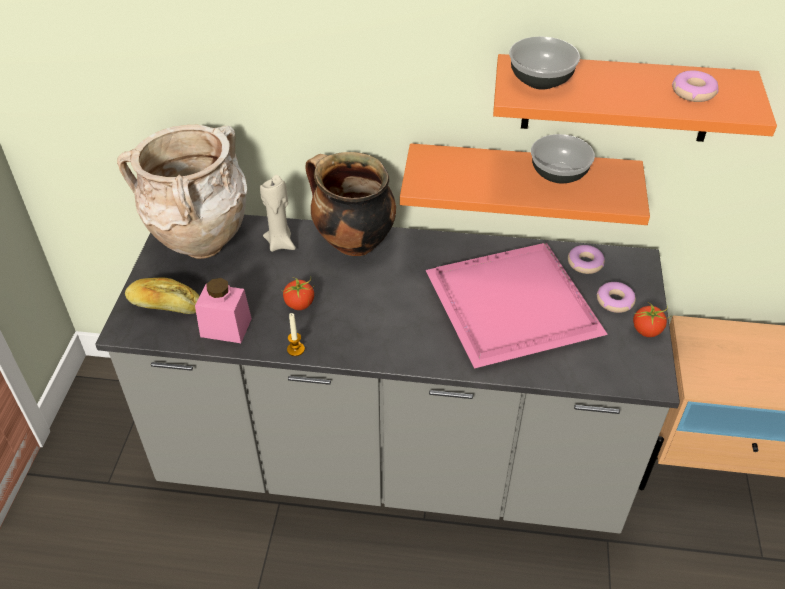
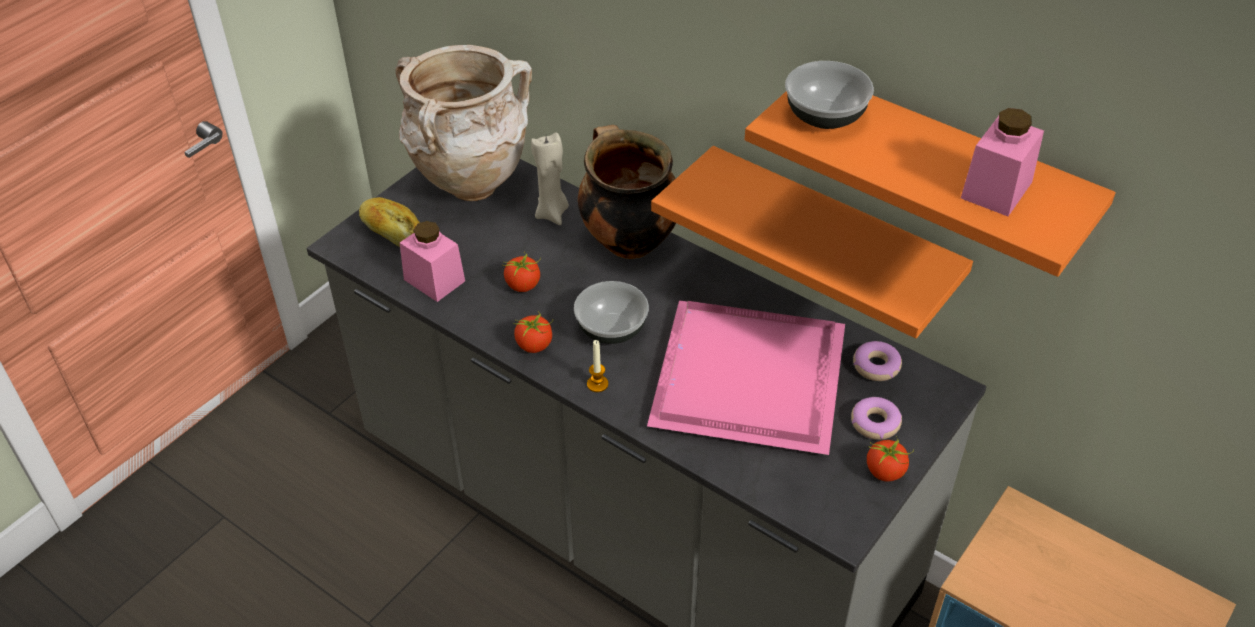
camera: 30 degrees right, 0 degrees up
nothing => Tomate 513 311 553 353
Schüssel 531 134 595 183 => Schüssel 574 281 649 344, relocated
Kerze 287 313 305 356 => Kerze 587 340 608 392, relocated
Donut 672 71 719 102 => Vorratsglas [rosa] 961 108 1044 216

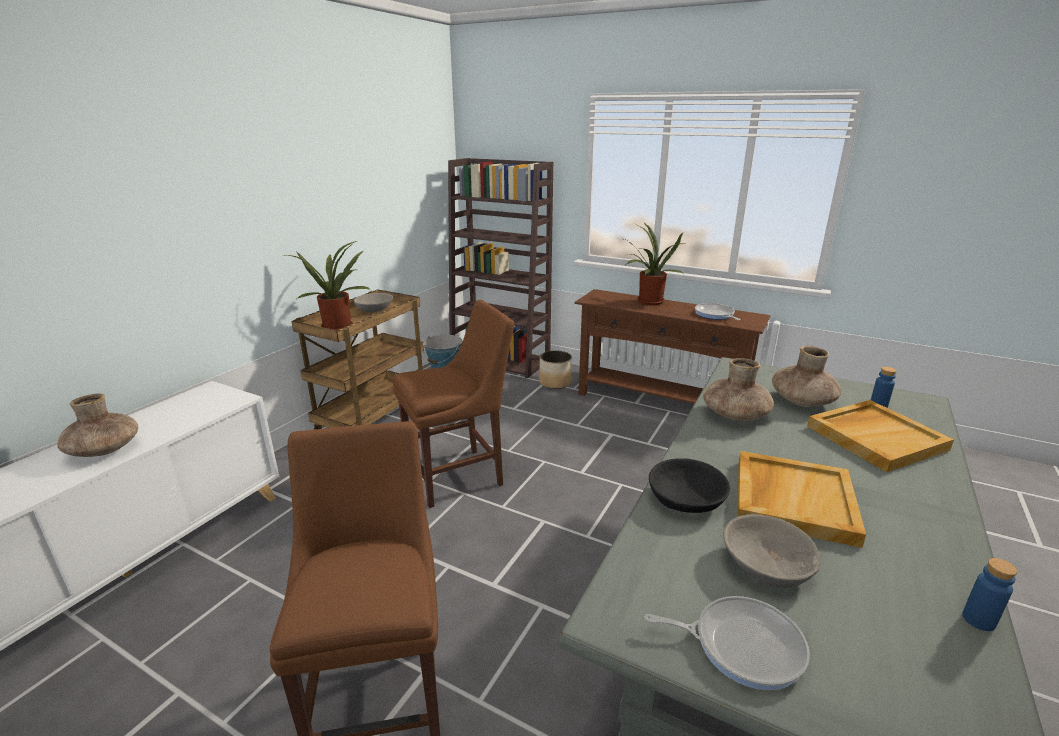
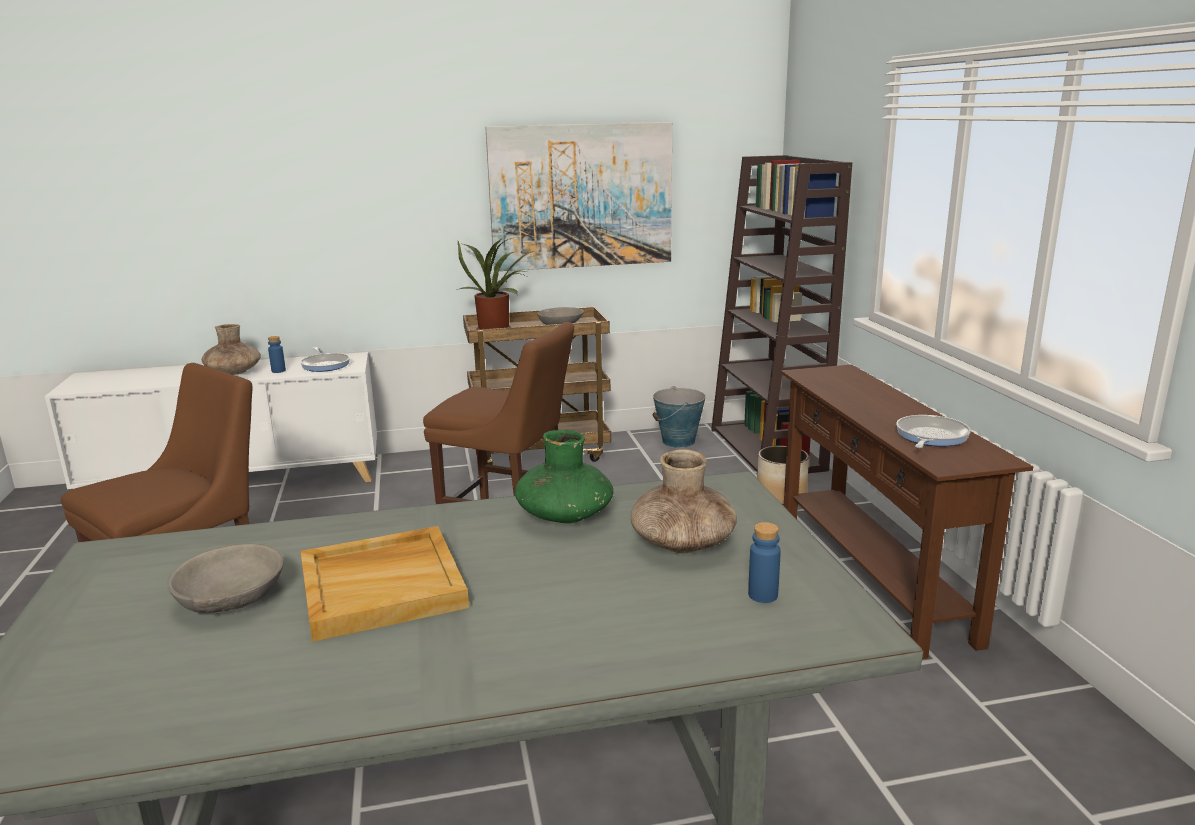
camera: 50 degrees right, 5 degrees down
Flasche [blau] 962 558 1018 631 => Flasche [blau] 268 336 286 373, relocated
Pfanne 644 596 810 690 => Pfanne 300 347 350 372, relocated
nothing => Bild 485 122 672 271
Vase [braun] 703 358 774 421 => Vase [grün] 515 430 614 524
Topfpflanze 624 223 684 305 => nothing
Schüssel [schwarz] 649 458 730 513 => nothing
Tablett [beige] 807 400 954 472 => nothing

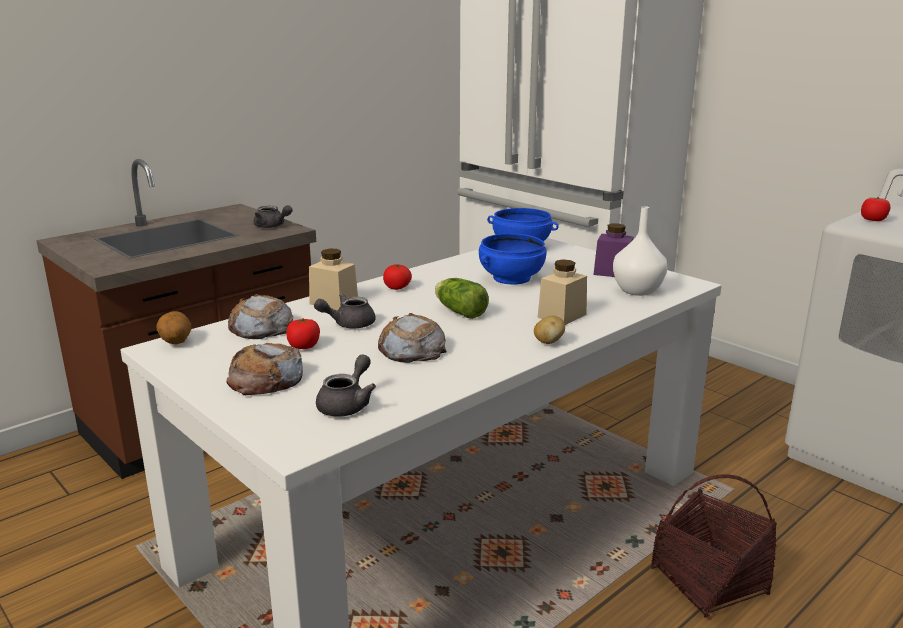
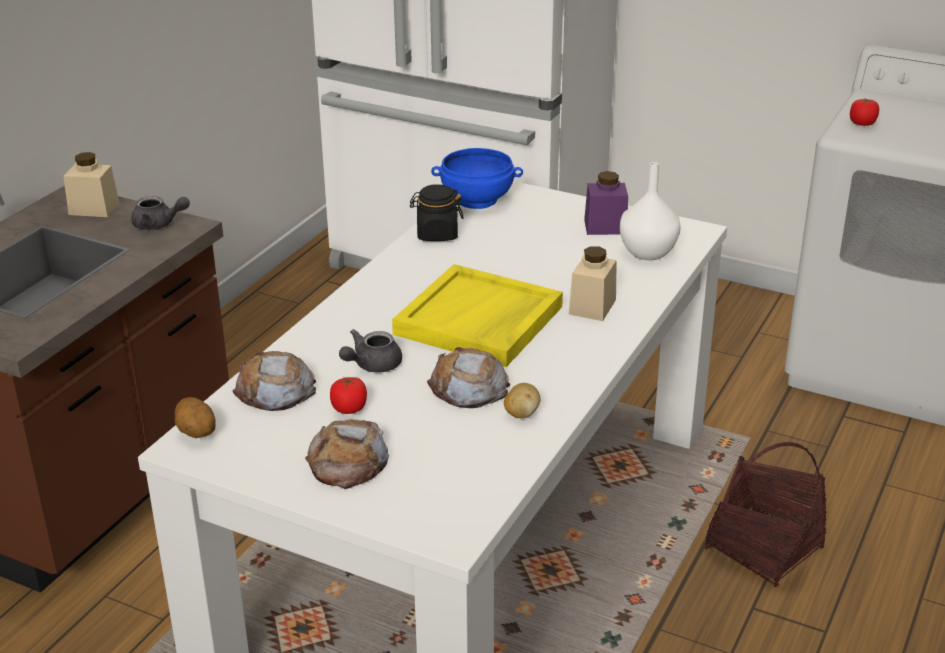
camera: 20 degrees left, 10 degrees up
Vorratsglas [beige] 309 249 358 310 => Vorratsglas [beige] 64 152 119 217, relocated
Salatkopf 435 278 489 319 => Tablett [gelb] 392 264 563 367
nothing => Vorratsglas [schwarz] 410 184 464 241
Kartoffel 534 315 565 344 => Kartoffel 504 383 540 418, relocated
Teekanne [grau] 316 355 376 417 => nothing
Tomate 383 264 412 290 => nothing
Schüssel [blau] 479 233 547 285 => nothing

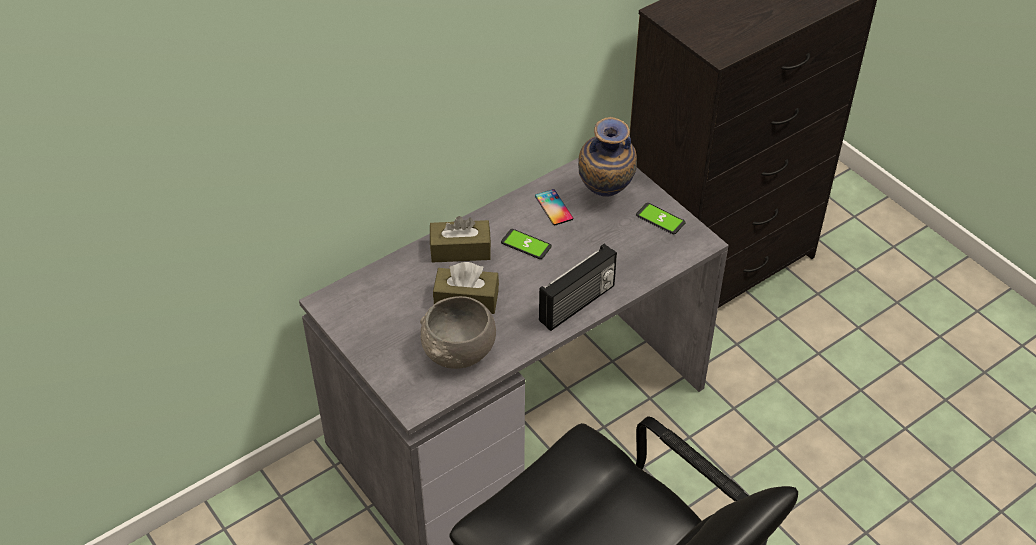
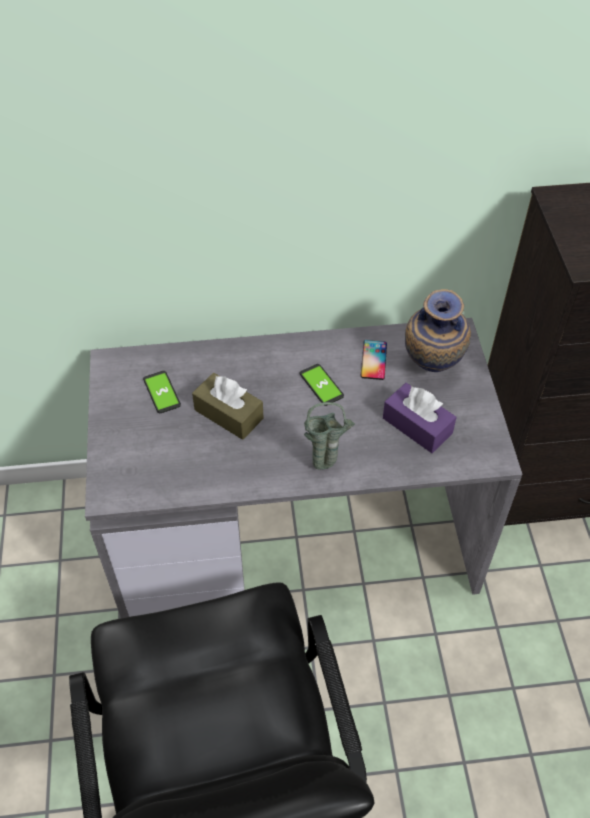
camera: 30 degrees right, 5 degrees up
Handy 636 203 686 234 => Handy 143 371 181 413, relocated
Radio 539 244 617 331 => Vase [grün] 304 402 355 470
nothing => Taschentuchbox [lila] 383 383 456 453
Schüssel [grau] 420 296 496 369 => nothing
Taschentuchbox [braun] 430 216 491 263 => nothing

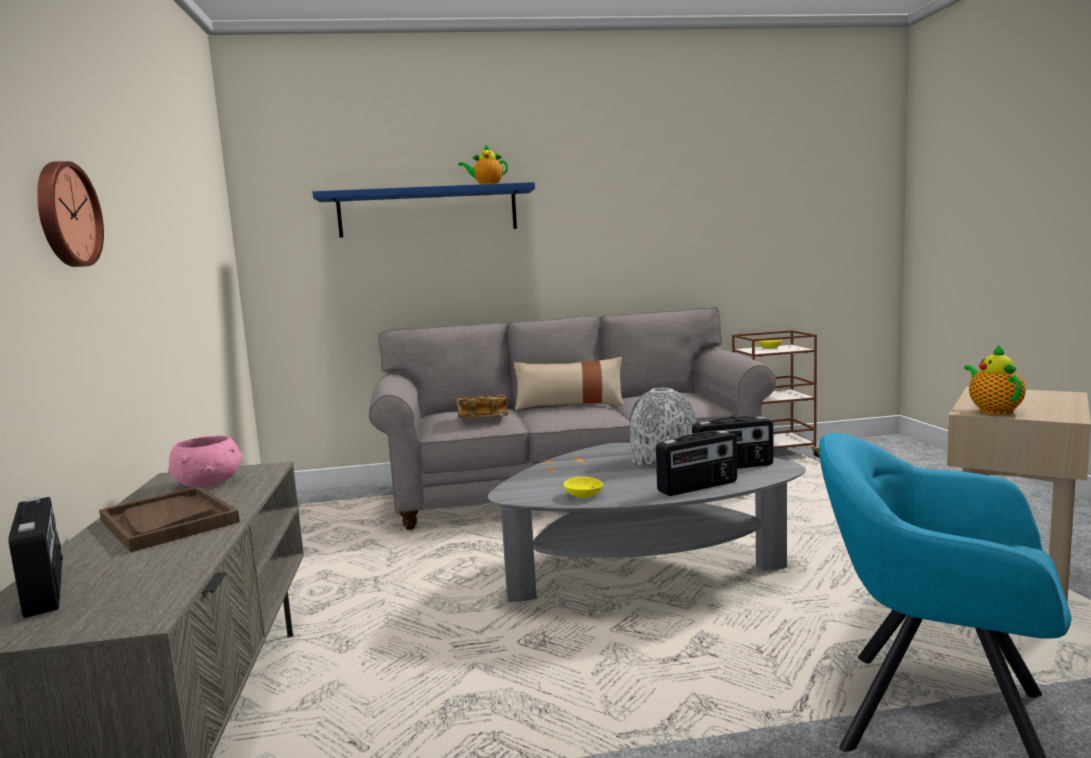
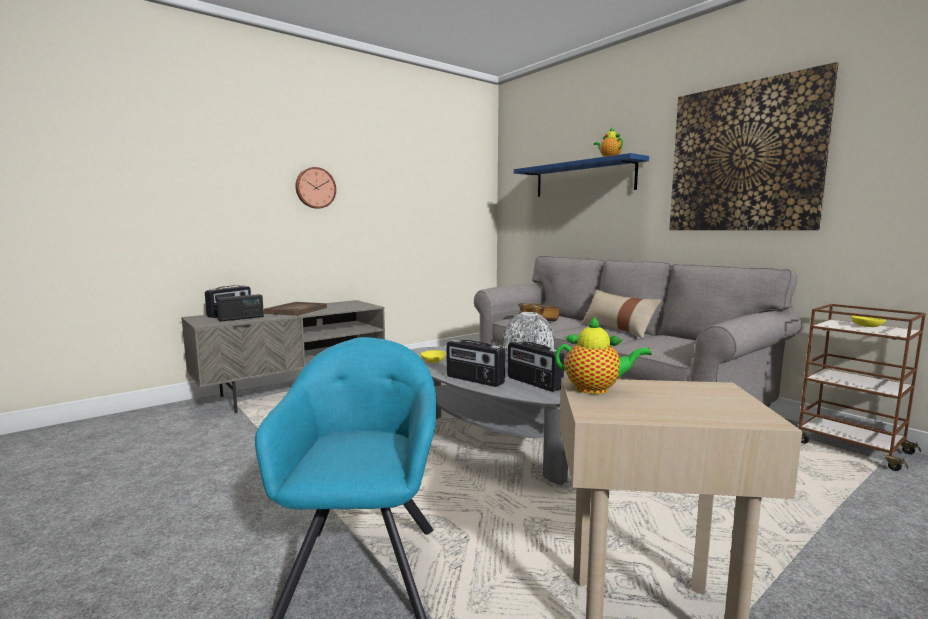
camera: 60 degrees right, 0 degrees up
nothing => Radio 216 294 264 322
Teekanne 964 344 1026 415 => Teekanne 555 316 652 394, 45 degrees clockwise
nothing => Bild 669 62 839 230
Schüssel [rosa] 168 435 243 487 => nothing

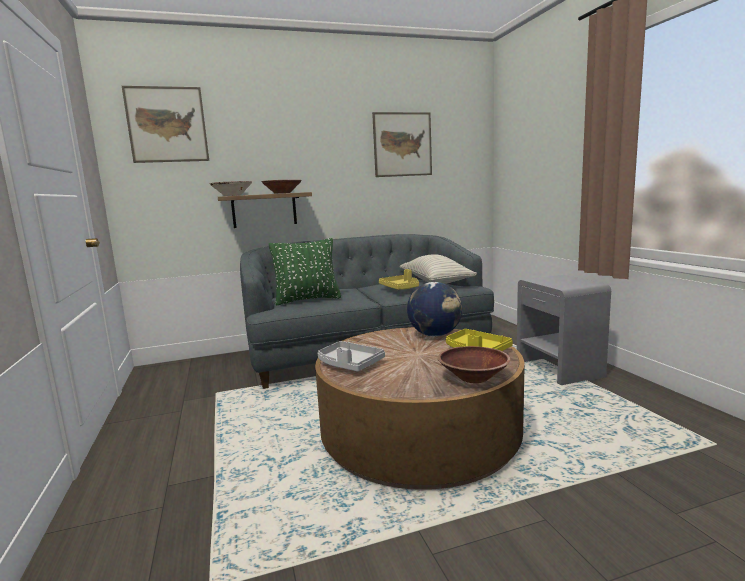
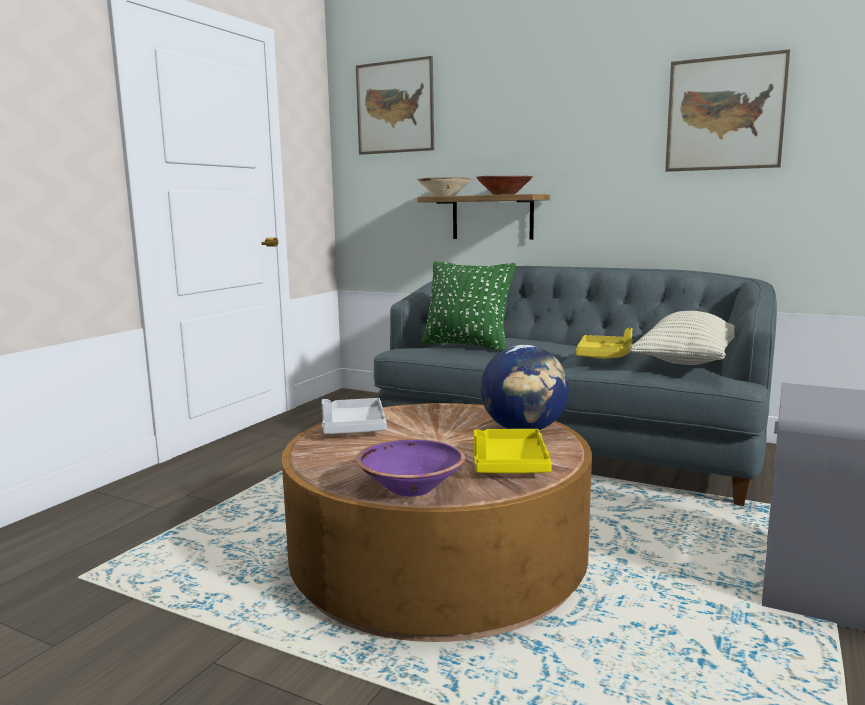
camera: 45 degrees right, 0 degrees up
Schüssel [braun] 438 346 511 383 => Schüssel [lila] 356 439 466 497

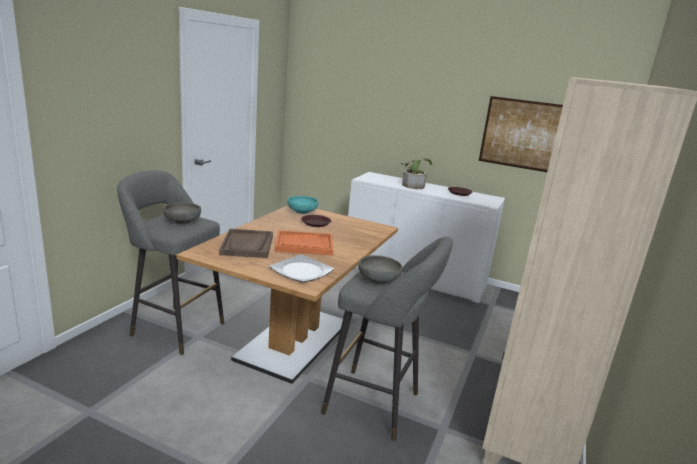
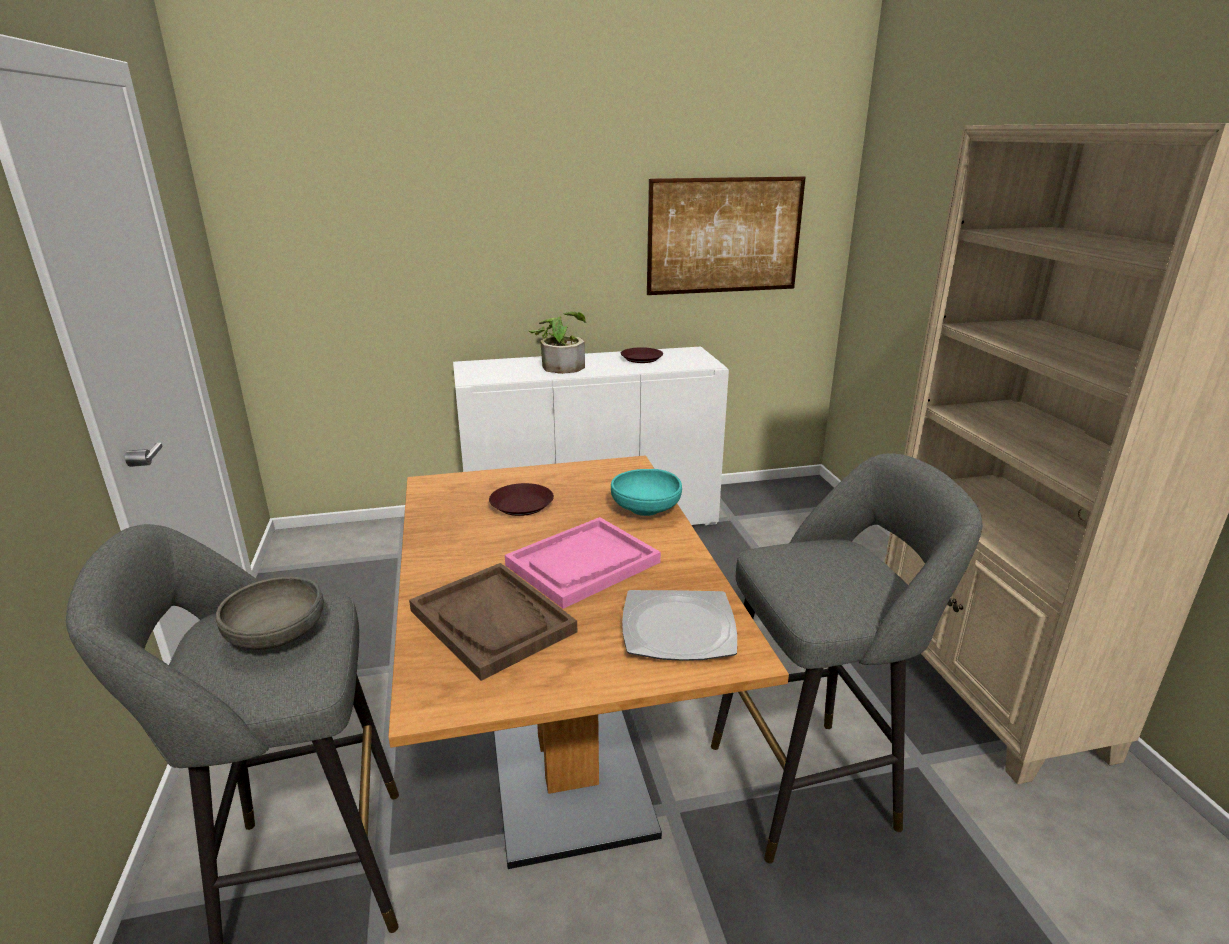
camera: 35 degrees left, 5 degrees up
Tablett [orange] 275 230 333 255 => Tablett [rosa] 505 517 661 609
Schüssel [türkis] 288 196 318 214 => Schüssel [türkis] 611 469 682 516, relocated
Schüssel [grau] 358 255 403 284 => nothing

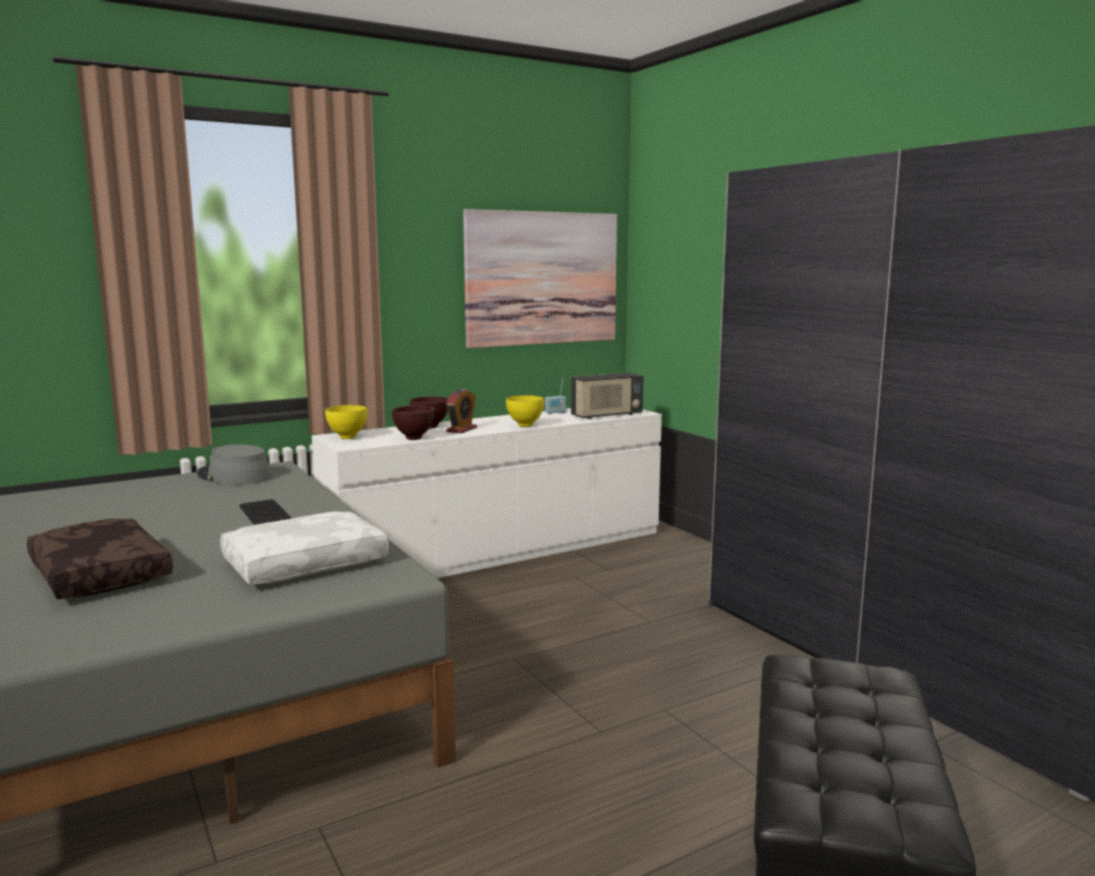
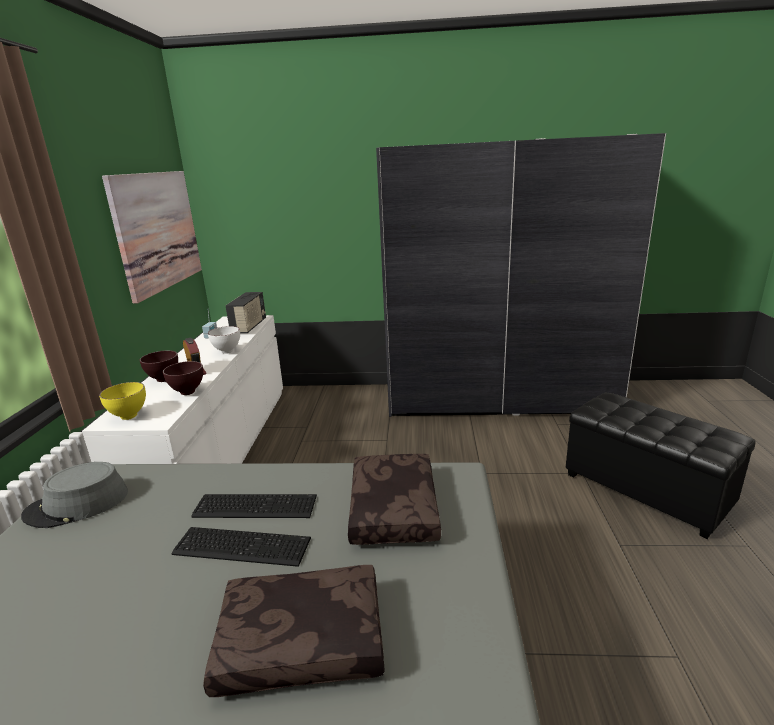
camera: 55 degrees left, 10 degrees up
nothing => Tastatur 172 527 311 567
Schüssel [gelb] 506 395 544 427 => Schüssel [weiß] 208 326 240 354
Kissen [weiß] 220 511 388 585 => Kissen [braun] 348 454 441 545

